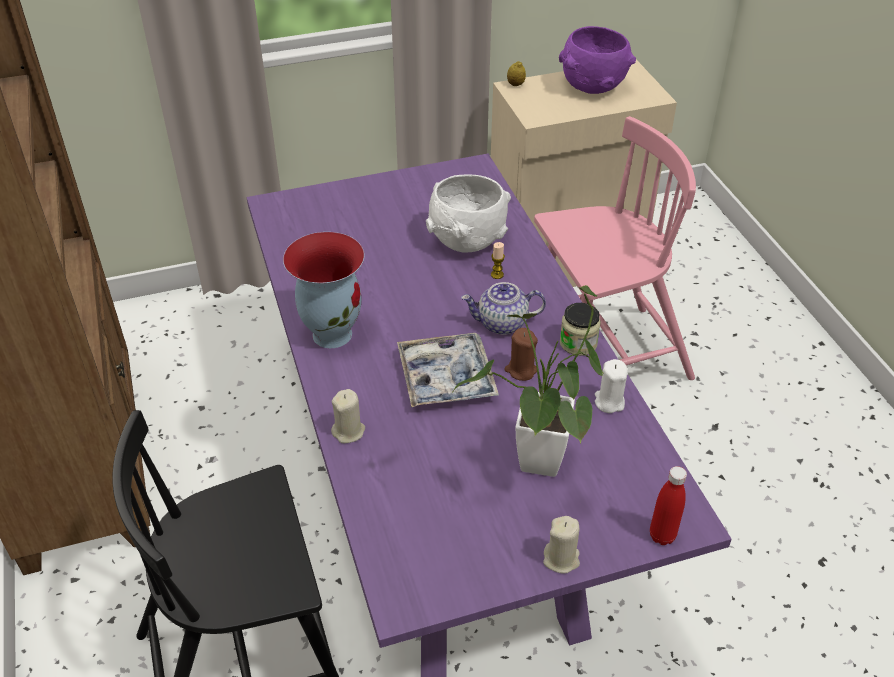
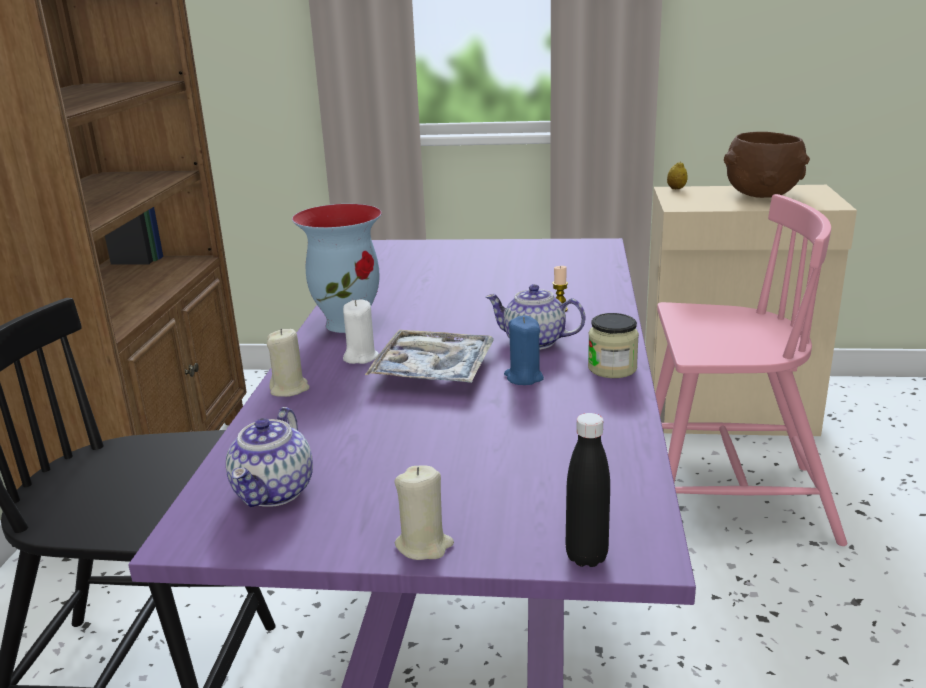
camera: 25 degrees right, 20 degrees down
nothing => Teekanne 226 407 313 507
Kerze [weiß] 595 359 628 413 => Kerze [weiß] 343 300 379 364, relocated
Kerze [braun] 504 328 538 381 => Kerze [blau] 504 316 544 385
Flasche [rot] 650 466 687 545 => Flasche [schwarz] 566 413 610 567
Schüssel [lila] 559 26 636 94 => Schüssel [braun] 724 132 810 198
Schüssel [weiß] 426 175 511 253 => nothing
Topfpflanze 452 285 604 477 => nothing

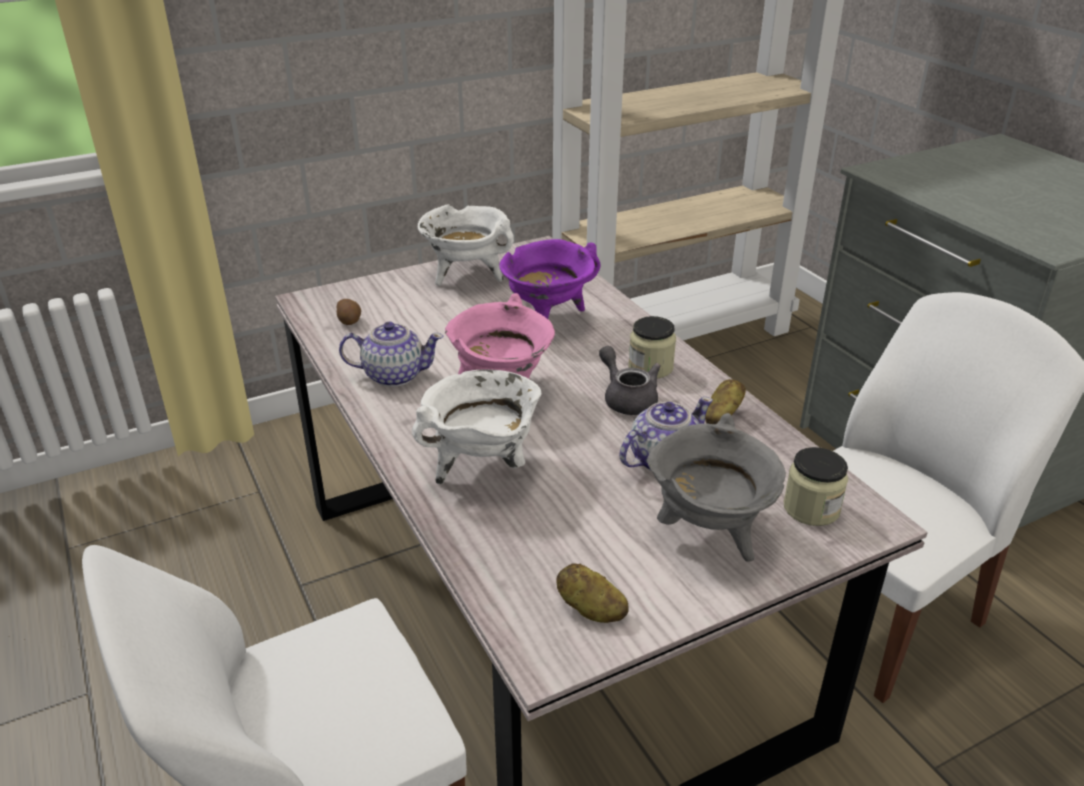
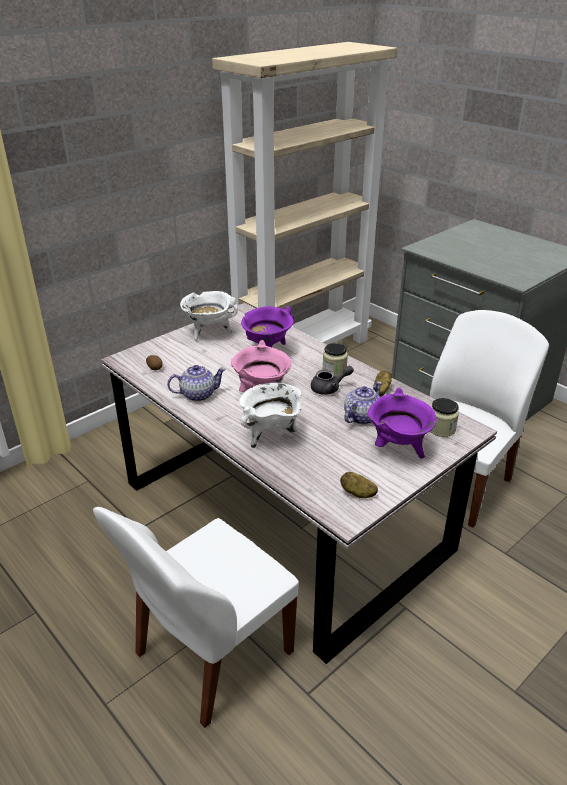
camera: 15 degrees left, 0 degrees up
Teekanne [grau] 599 346 661 415 => Teekanne [grau] 311 366 354 395, 120 degrees clockwise
Kochtopf [grau] 647 413 786 562 => Kochtopf [lila] 368 387 437 459

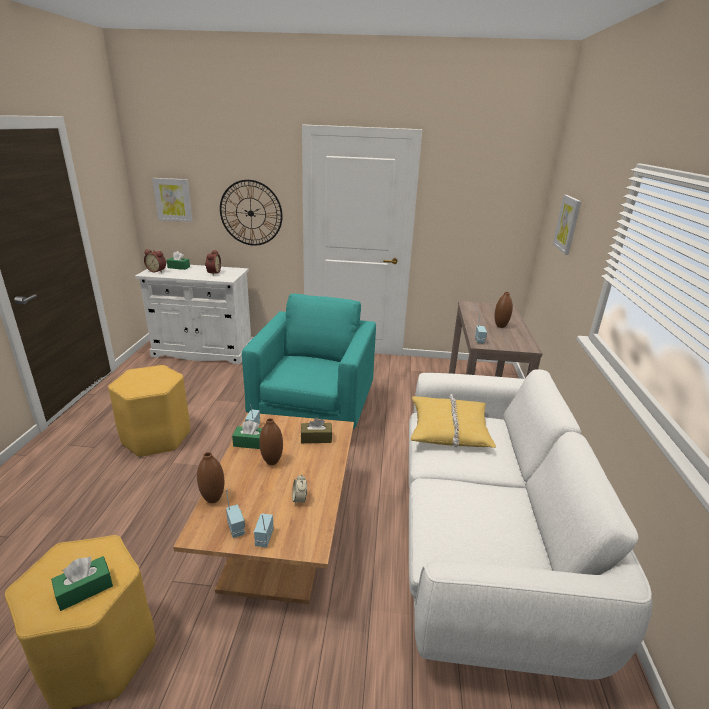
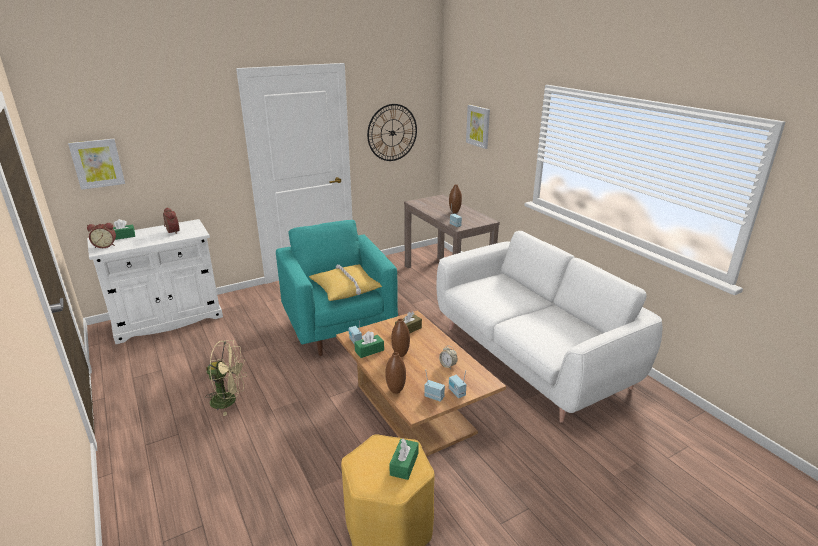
camera: 35 degrees left, 0 degrees up
Hocker [gelb] 108 365 190 458 => Ventilator [beige] 205 340 247 416
Kissen [gelb] 411 394 496 448 => Kissen [gelb] 309 265 382 301, relocated
Wanduhr 220 180 283 246 => Wanduhr 367 104 417 161, relocated

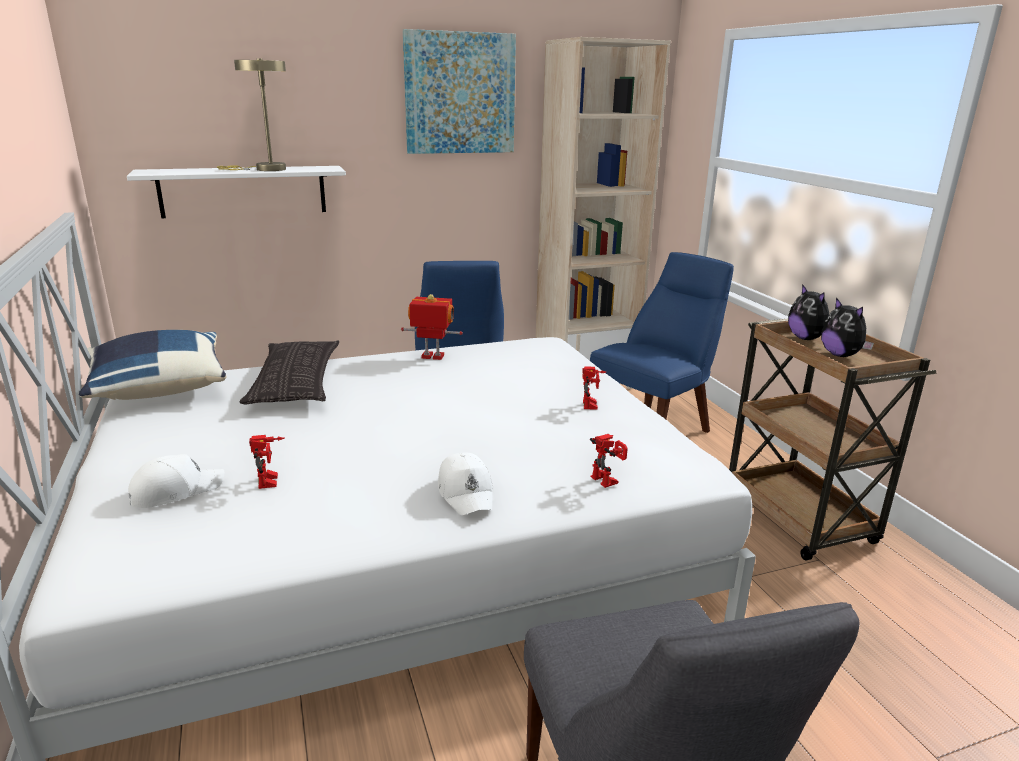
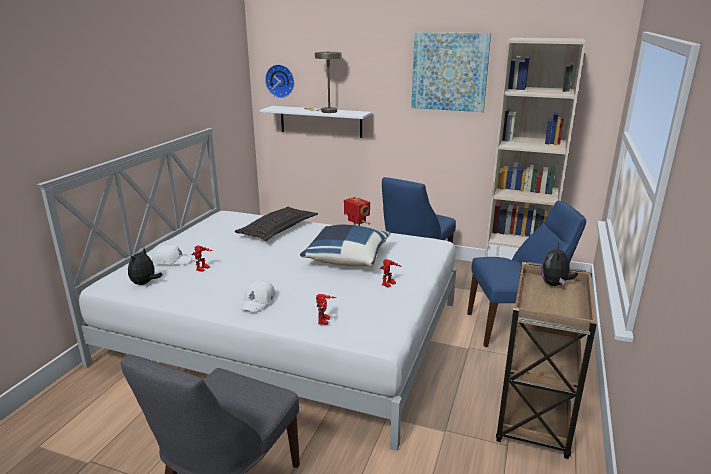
camera: 40 degrees right, 0 degrees up
Plüschtier 821 298 874 357 => Plüschtier 128 248 162 285, relocated
nothing => Wanduhr 265 64 294 98
Kissen [blau] 79 330 226 400 => Kissen [blau] 300 225 391 267, relocated

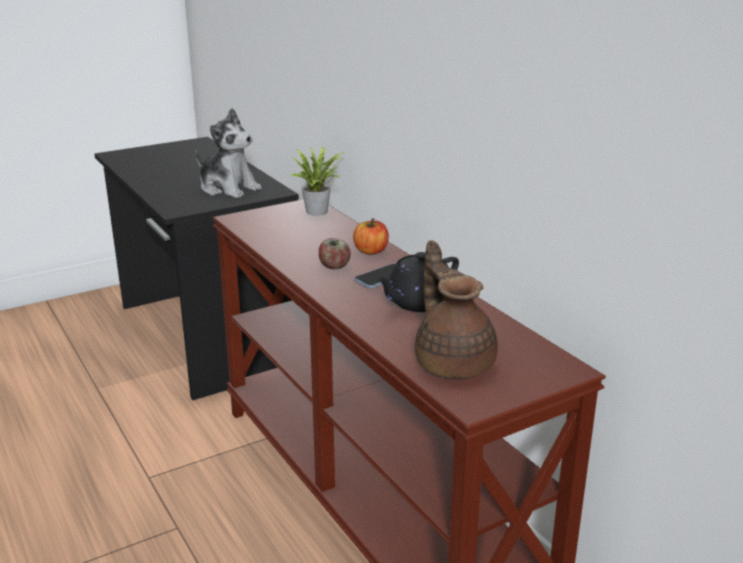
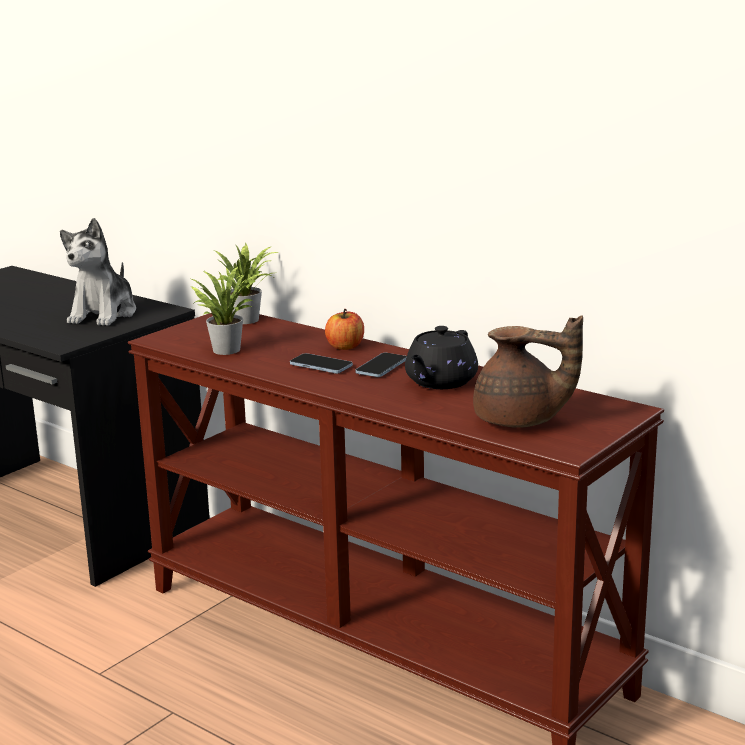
camera: 20 degrees left, 5 degrees down
Plüschtier 195 108 261 198 => Plüschtier 60 218 136 326, 90 degrees clockwise
nothing => Topfpflanze 189 267 263 355
Apfel 319 238 351 269 => Handy 290 353 353 374
Teekanne [braun] 415 240 498 378 => Teekanne [braun] 473 315 583 428, 150 degrees clockwise

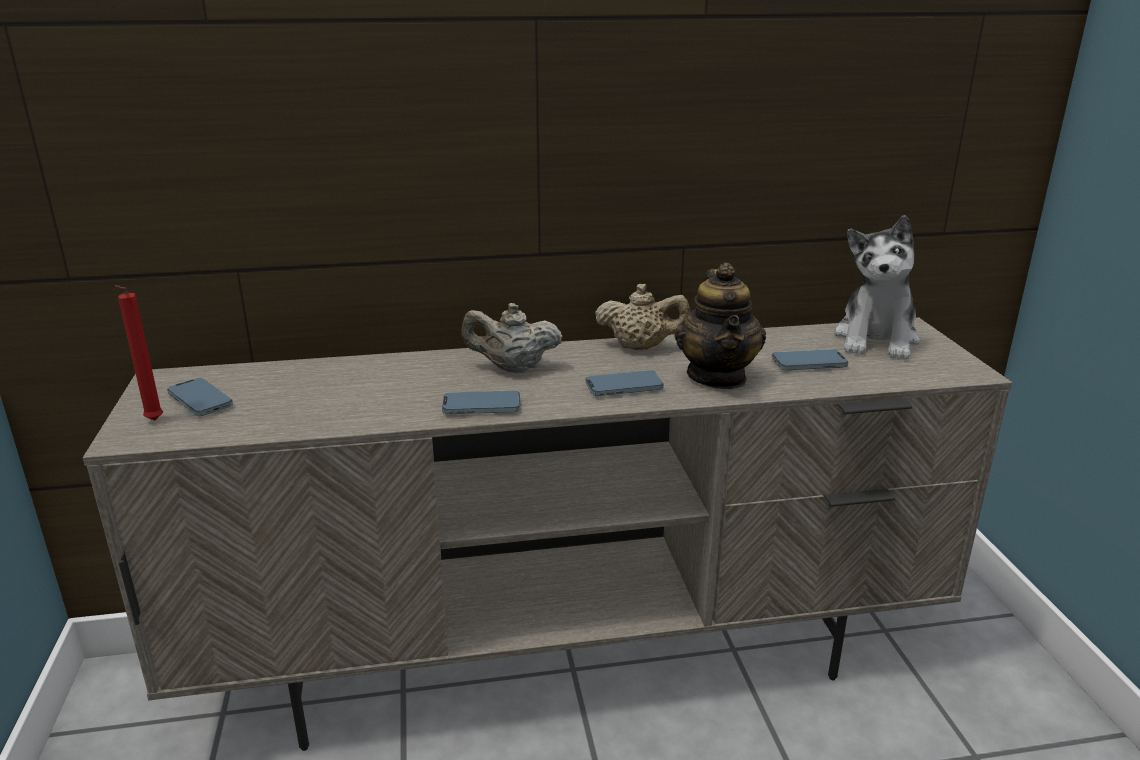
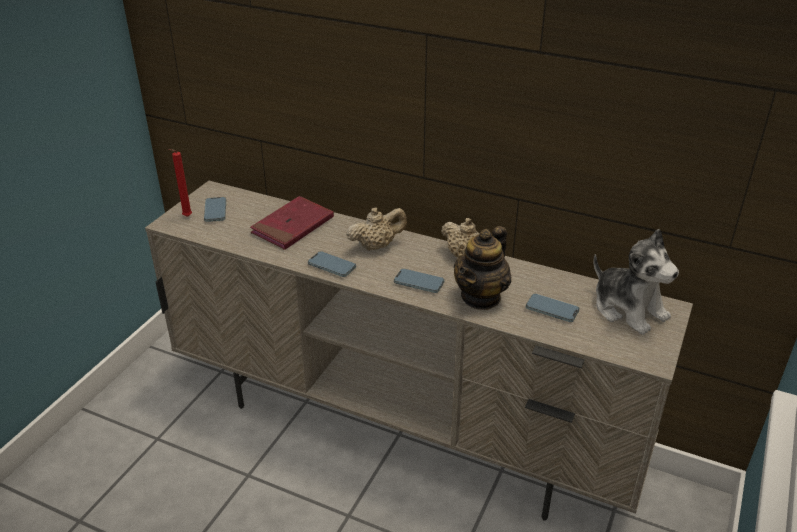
camera: 35 degrees right, 10 degrees up
nothing => Buch [rot] 250 196 334 250
Teekanne [beige] 461 303 562 373 => Teekanne [beige] 346 207 407 251, 120 degrees clockwise
Plüschtier 834 215 920 359 => Plüschtier 594 229 679 335, 90 degrees counterclockwise

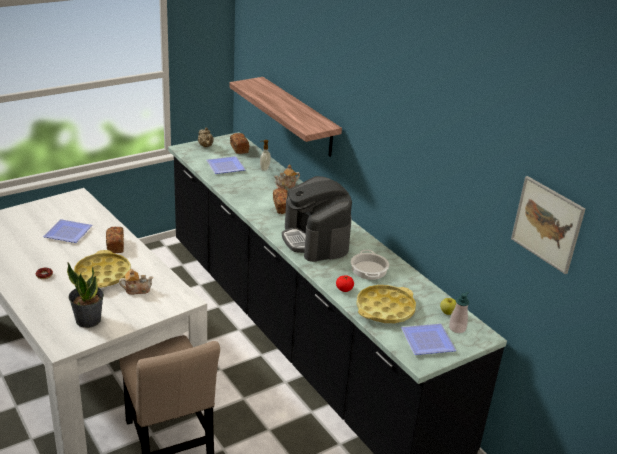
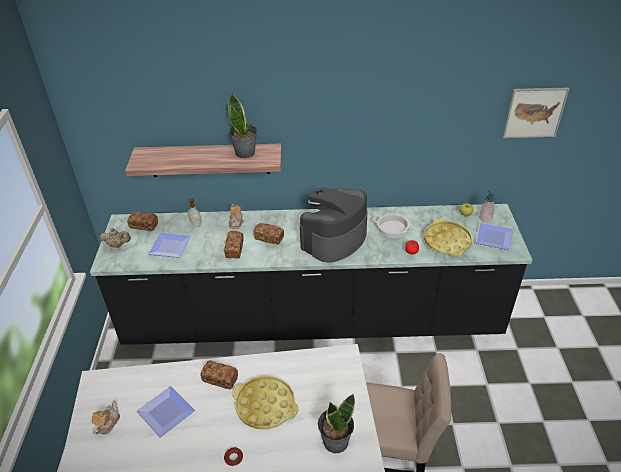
camera: 55 degrees left, 10 degrees up
Teekanne 119 269 154 295 => Teekanne 91 400 120 434, relocated
nothing => Brot 224 231 244 259
nothing => Topfpflanze 228 93 257 158
Kaffeemaschine 282 176 352 262 => Kaffeemaschine 300 187 367 263, 120 degrees clockwise

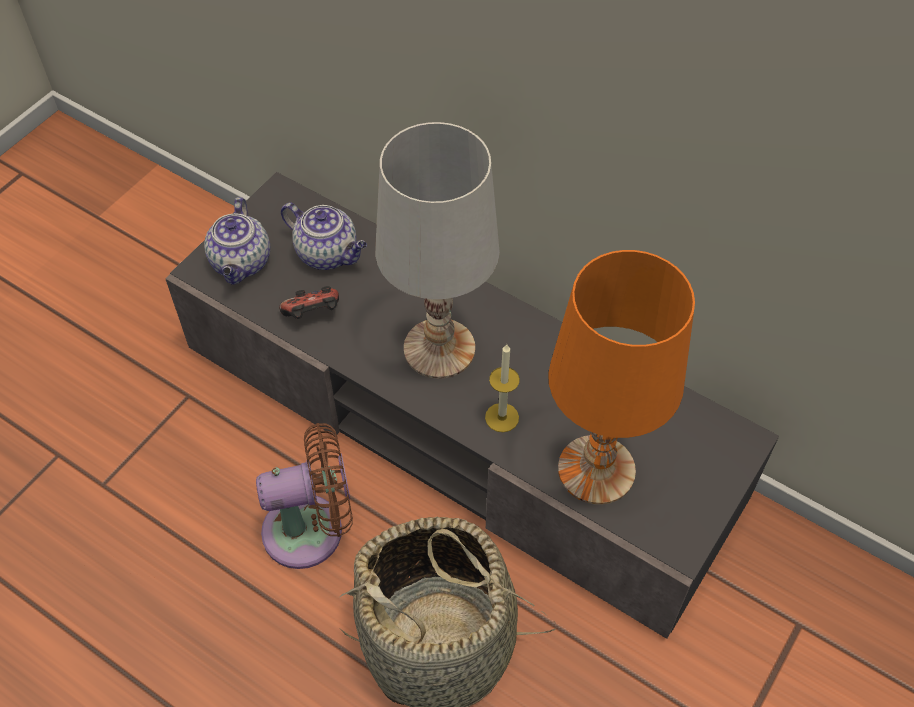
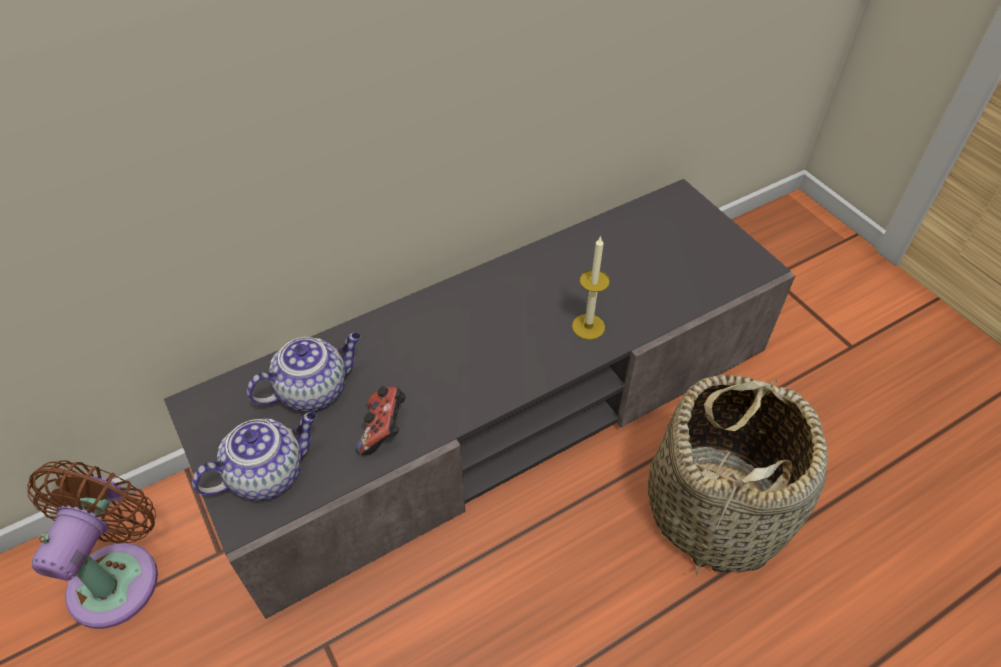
camera: 65 degrees left, 5 degrees down
Ventilator [braun] 256 423 353 569 => Ventilator [braun] 27 460 158 629, relocated
Teekanne 204 197 270 285 => Teekanne 192 412 317 500, 60 degrees counterclockwise
Tischlampe [weiß] 375 122 500 379 => nothing
Tischlampe [orange] 548 250 695 505 => nothing

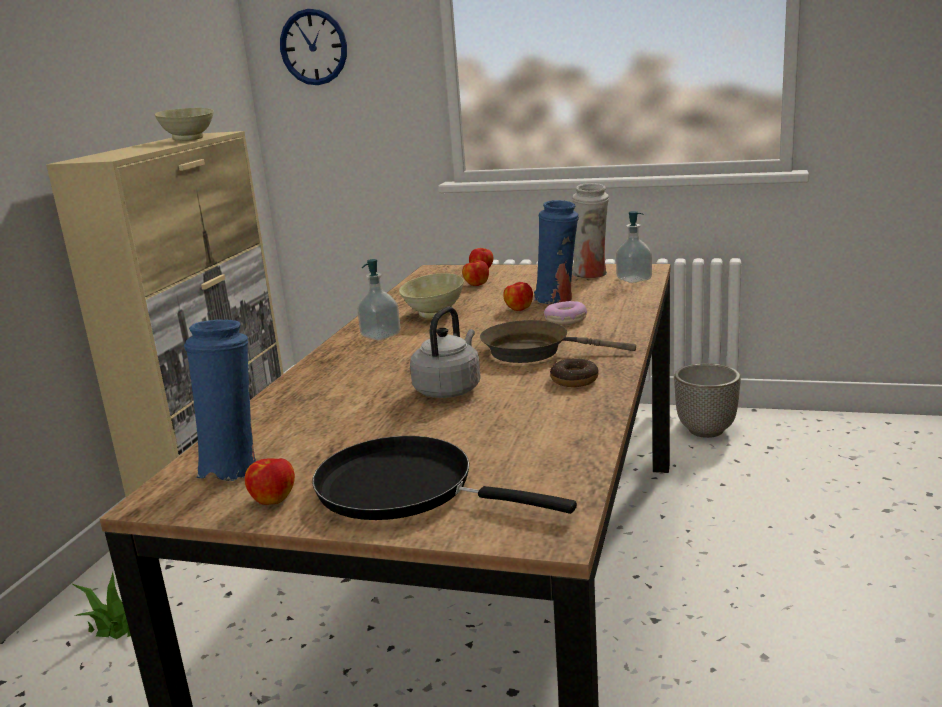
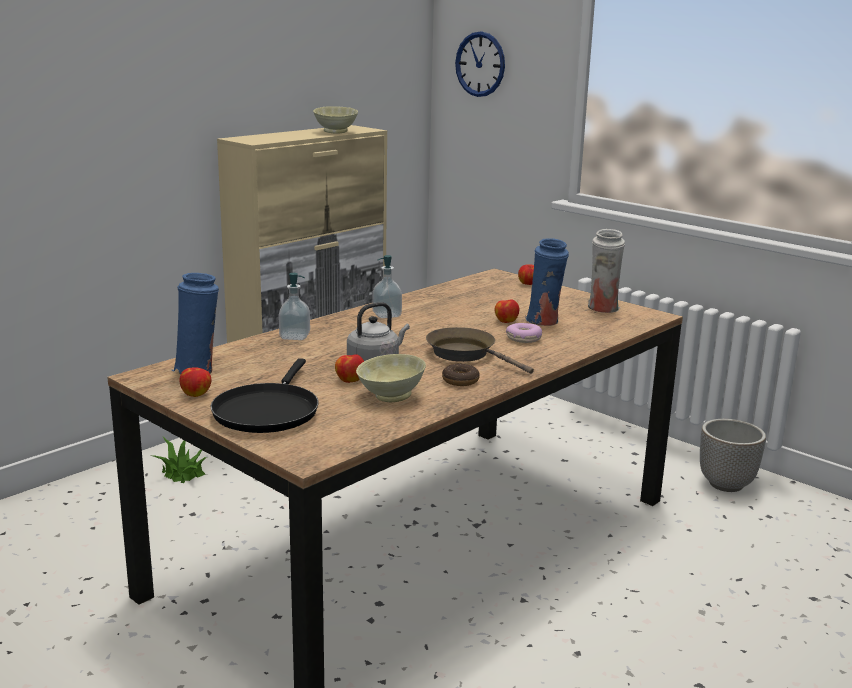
camera: 25 degrees right, 0 degrees up
Pfanne [schwarz] 312 436 577 520 => Pfanne [schwarz] 211 358 318 433, 135 degrees counterclockwise
Seifenspender 616 211 652 283 => Seifenspender 279 273 310 340, relocated
Apfel 462 260 489 286 => Apfel 335 354 364 383, relocated
Schüssel [beige] 399 273 464 318 => Schüssel [beige] 356 354 426 402, relocated

